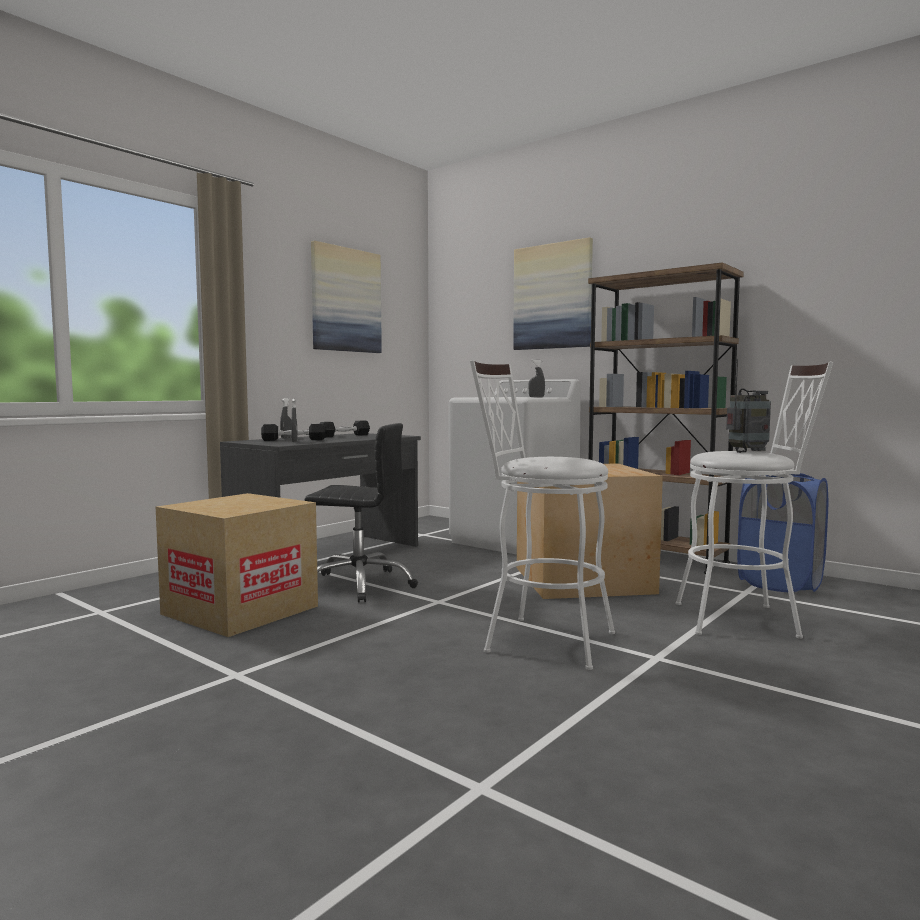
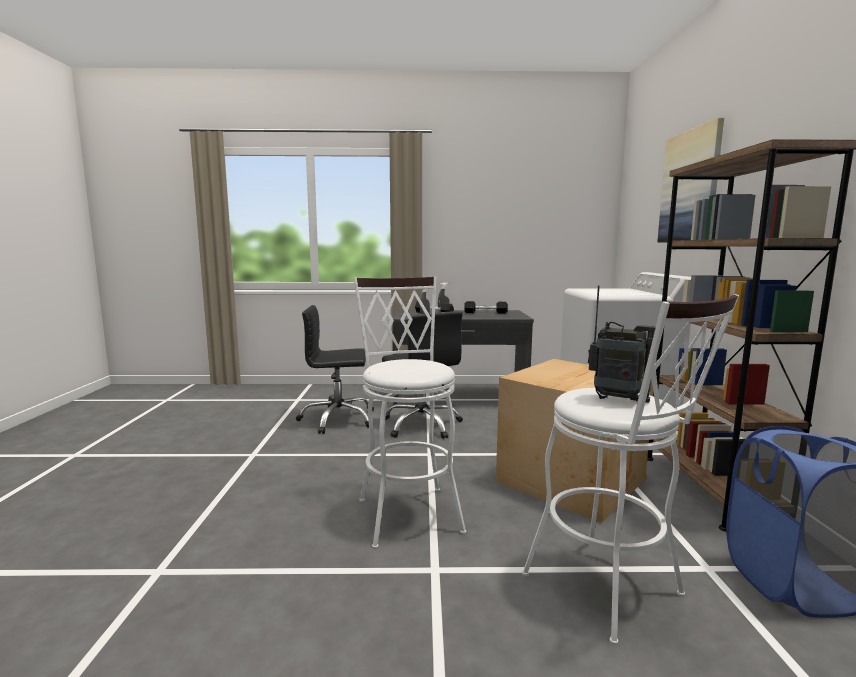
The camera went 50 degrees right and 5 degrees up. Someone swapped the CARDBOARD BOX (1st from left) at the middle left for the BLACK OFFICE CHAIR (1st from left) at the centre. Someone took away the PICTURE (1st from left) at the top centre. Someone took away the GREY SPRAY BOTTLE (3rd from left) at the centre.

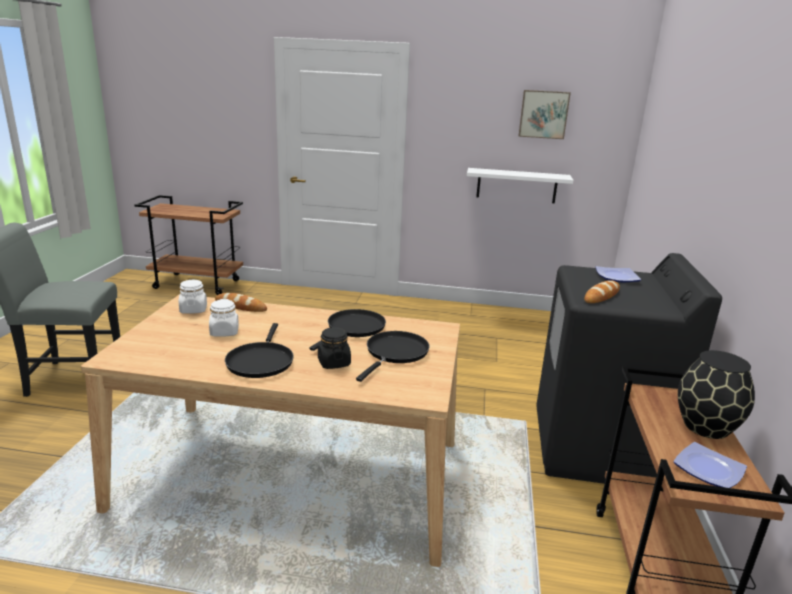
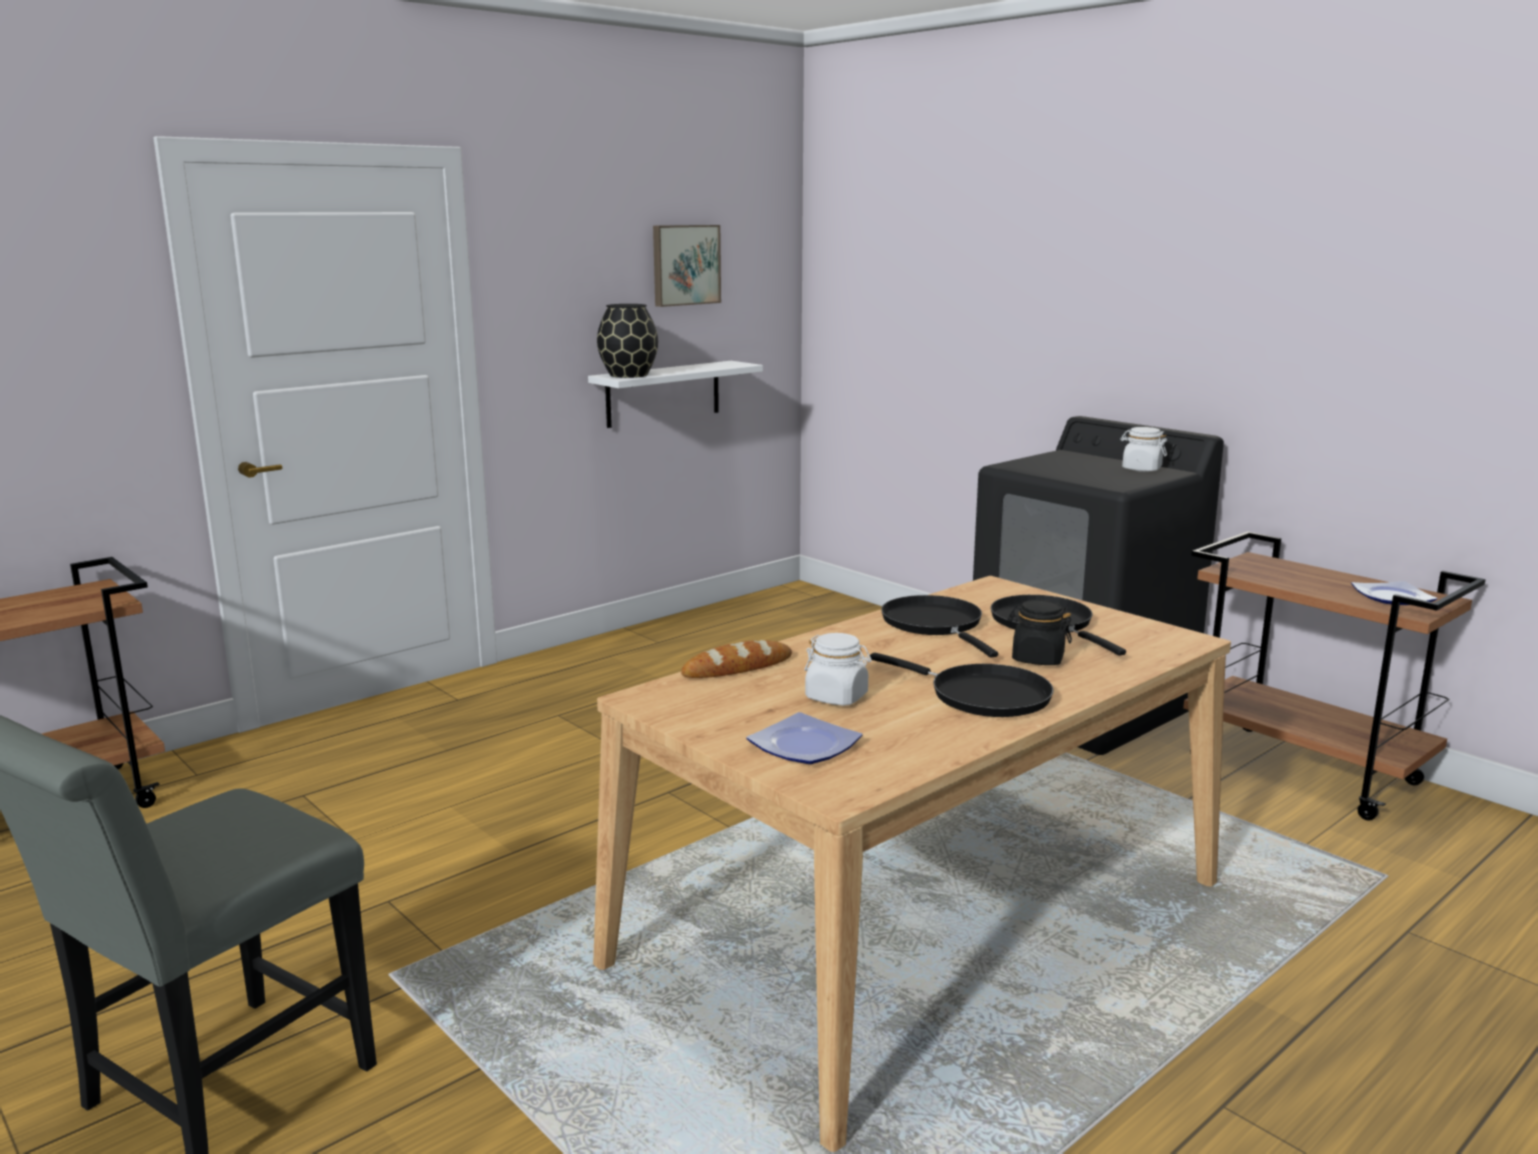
The camera went 50 degrees left and 5 degrees down. Someone carried the BLACK VASE from the middle right to the top centre. Someone carried the PLATE (1st from left) from the middle right to the centre. Someone carried the WHITE JAR (1st from left in the first image) from the middle left to the middle right. Someone took away the BREAD (2nd from left) at the middle right.

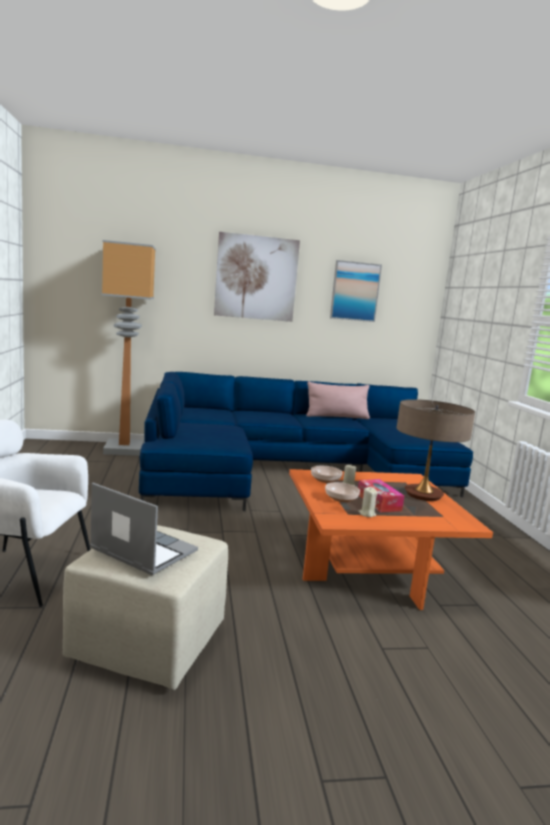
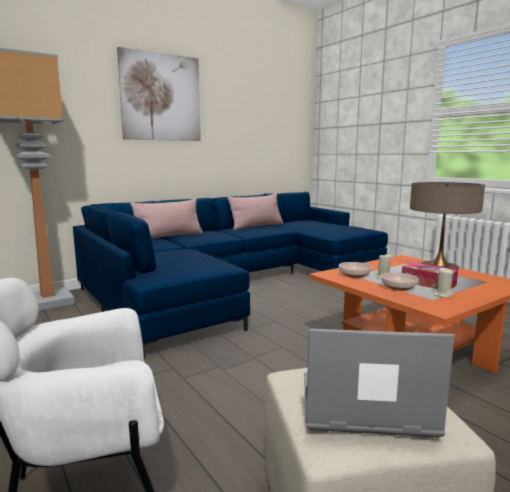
The camera went 25 degrees left and 0 degrees up. Someone put down the PINK PILLOW (1st from left) at the middle left. Someone took away the PICTURE (2nd from left) at the centre.

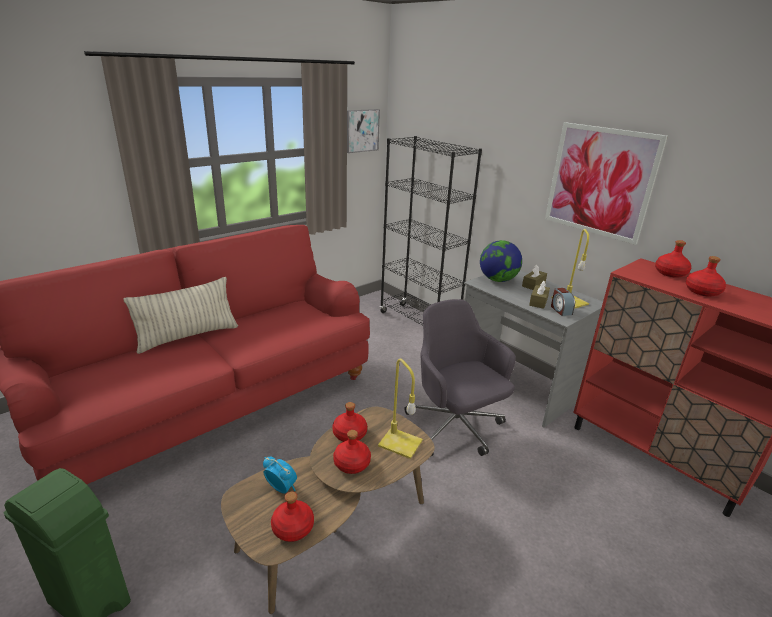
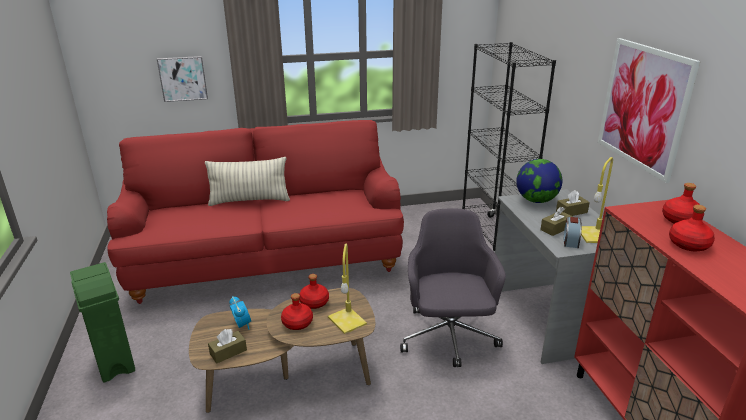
The camera went 30 degrees right and 0 degrees up. Someone carried the PICTURE (1st from left) from the top centre to the top left. Someone swapped the RED BOTTLE (1st from left) at the bottom centre for the BROWN TISSUE BOX (1st from left) at the bottom left.

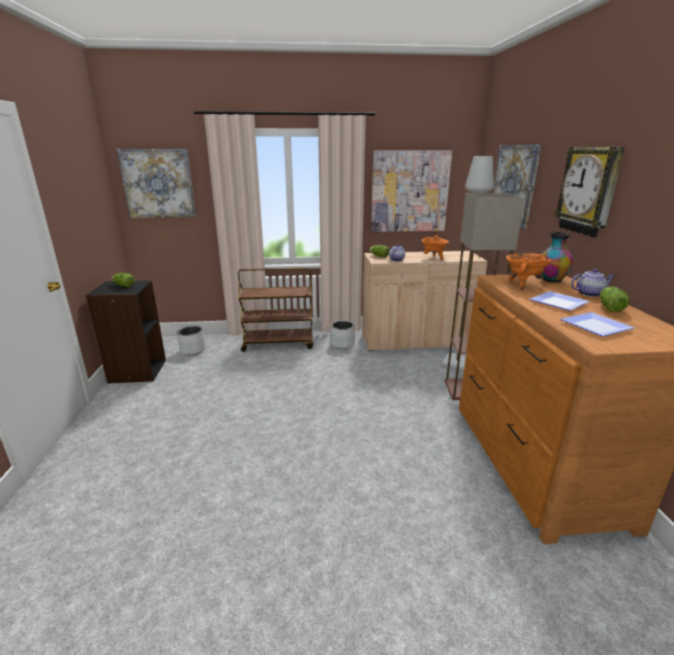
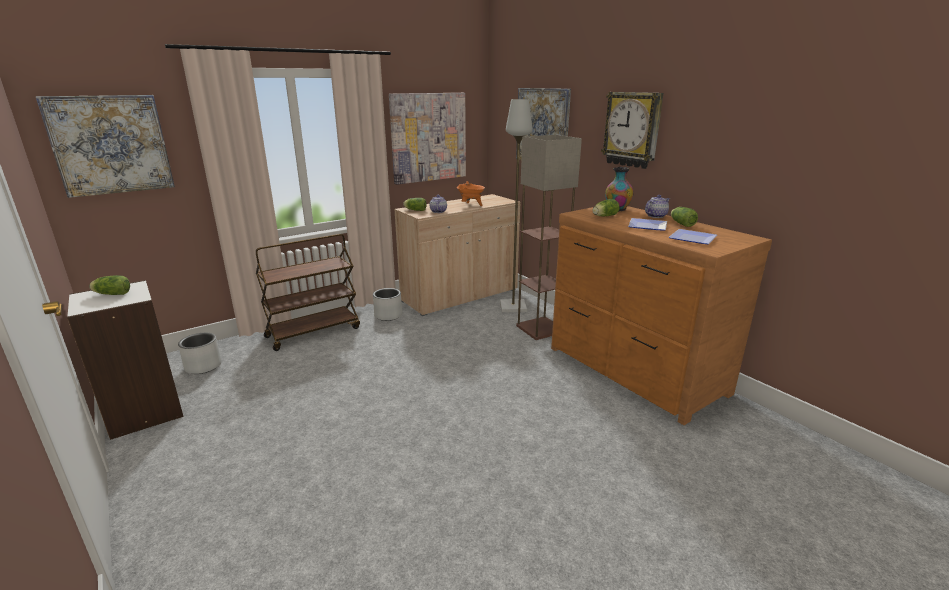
The camera went 30 degrees left and 0 degrees up. Someone repainted the BLACK BOOKCASE at the middle left, which became the WHITE BOOKCASE at the middle left. Someone swapped the ORANGE COOKING POT (2nd from left) at the middle right for the LETTUCE (3rd from left) at the centre.

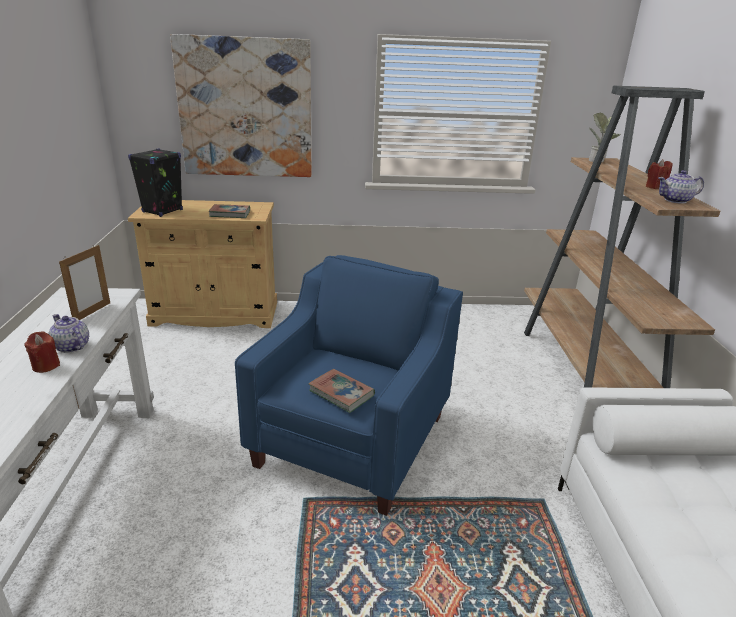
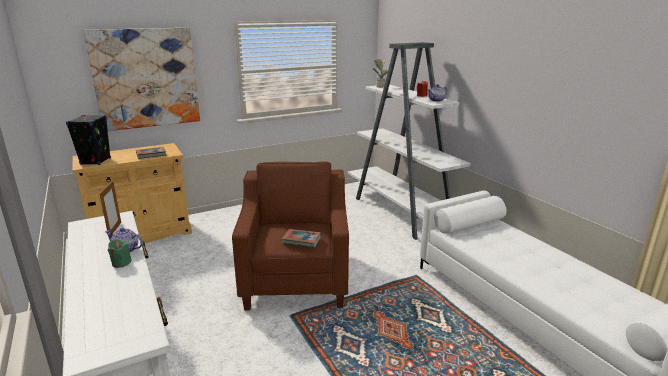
The camera went 25 degrees left and 5 degrees down. Someone repainted the RED CANDLE (1st from left) at the middle left, which became the GREEN CANDLE at the bottom left. Someone repainted the BLUE ARMCHAIR at the centre, which became the BROWN ARMCHAIR at the centre. Someone repainted the BROWN BOOKCASE at the middle right, which became the WHITE BOOKCASE at the centre.

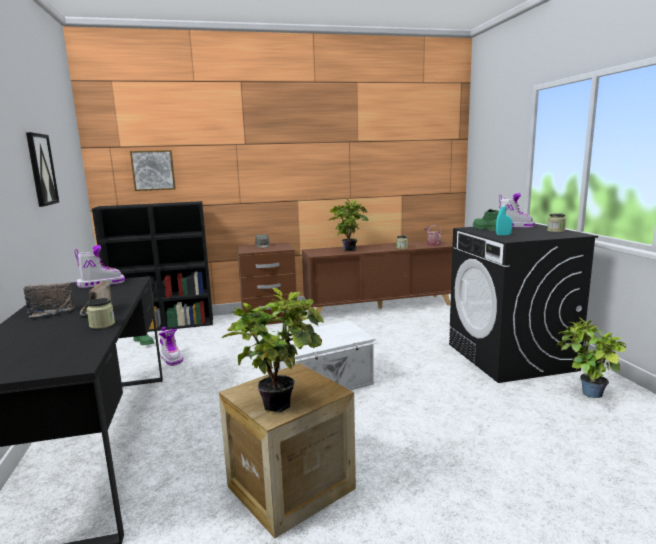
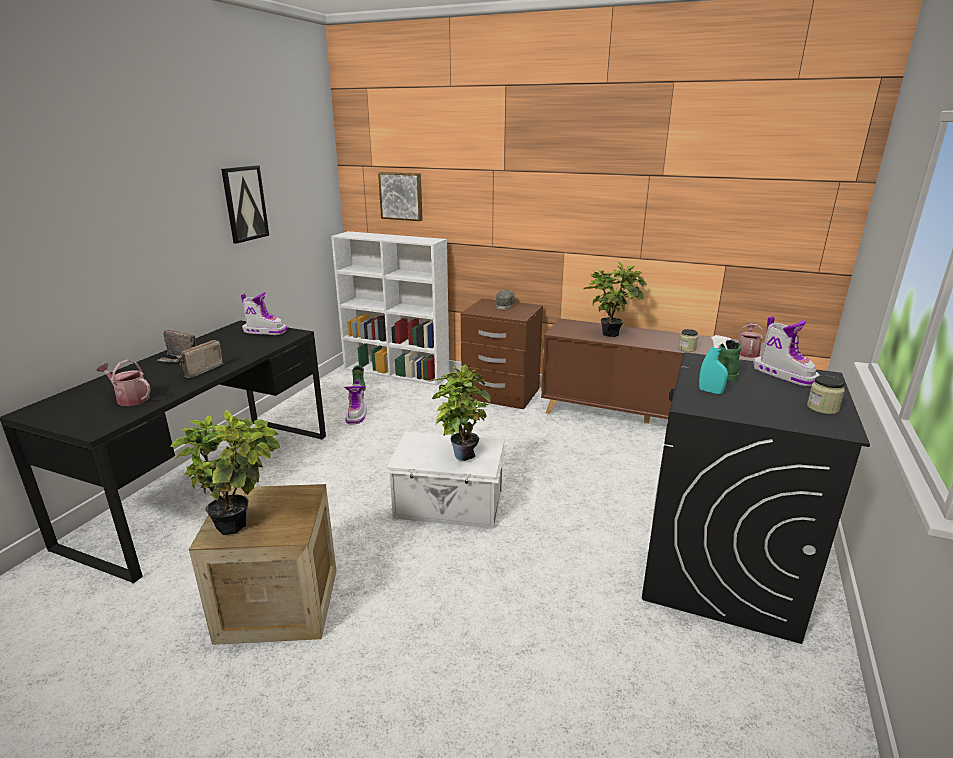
The camera went 35 degrees right and 10 degrees up. Someone put down the WATERING CAN (1st from left) at the middle left. Someone repainted the BLACK BOOKCASE at the middle left, which became the WHITE BOOKCASE at the centre. Someone carried the POTTED PLANT (3rd from left in the first image) from the middle right to the centre. Someone took away the JAR (1st from left) at the middle left.

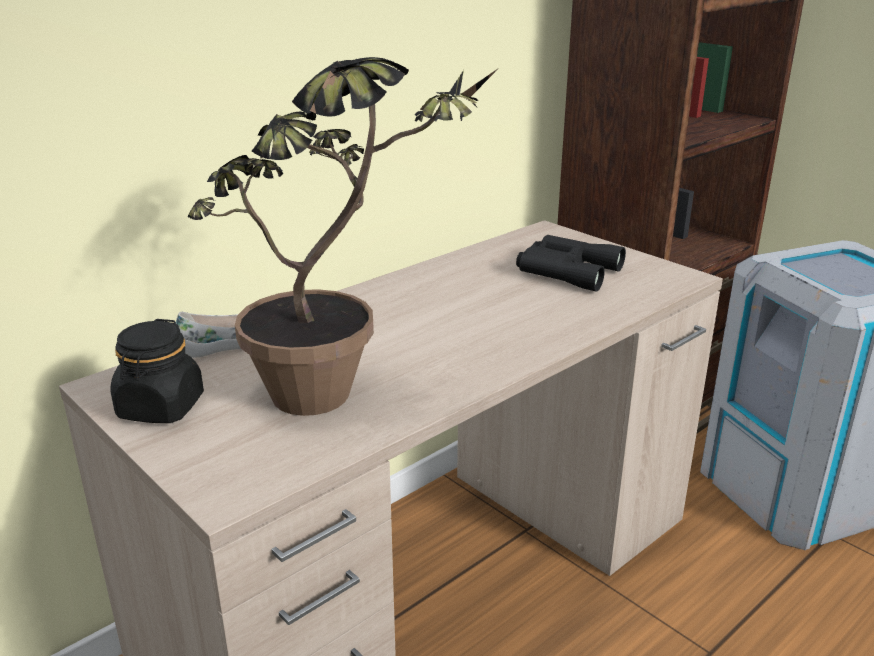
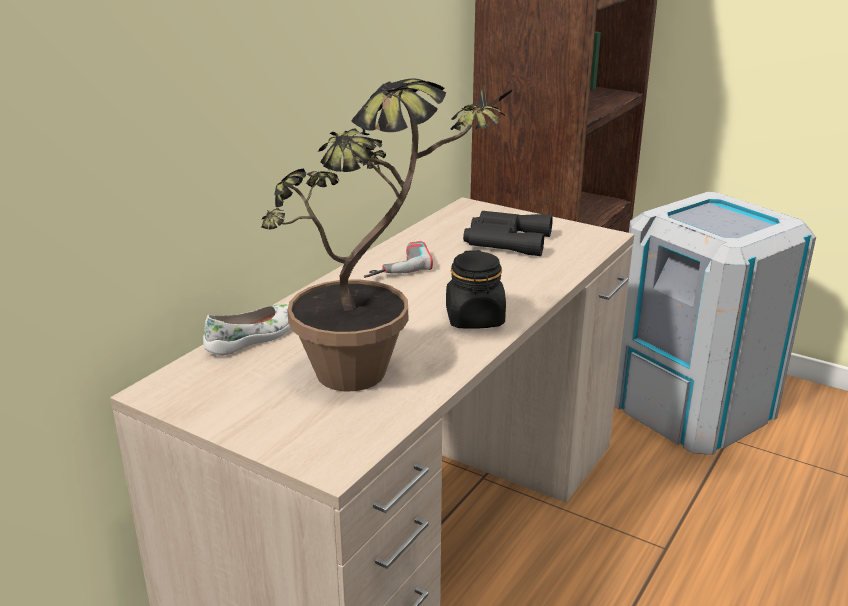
The camera went 15 degrees left and 0 degrees up. Someone put down the POWER DRILL at the centre. Someone carried the BLACK JAR from the middle left to the centre.

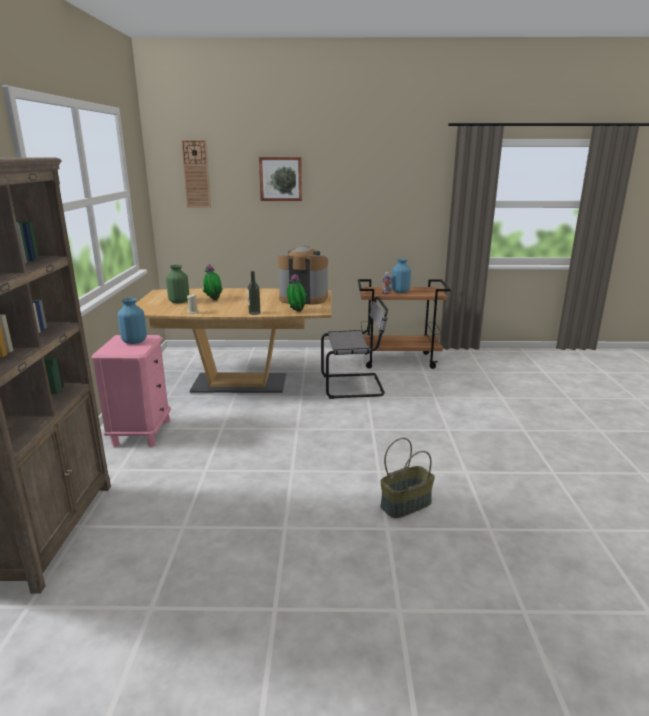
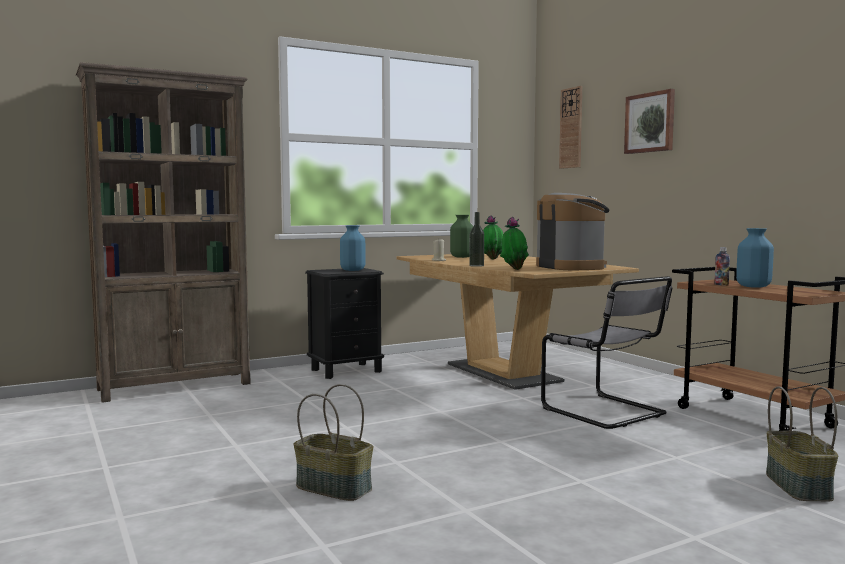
The camera went 60 degrees right and 15 degrees down. Someone repainted the PINK NIGHTSTAND at the middle left, which became the BLACK NIGHTSTAND at the centre. Someone put down the BASKET (2nd from left) at the bottom right.

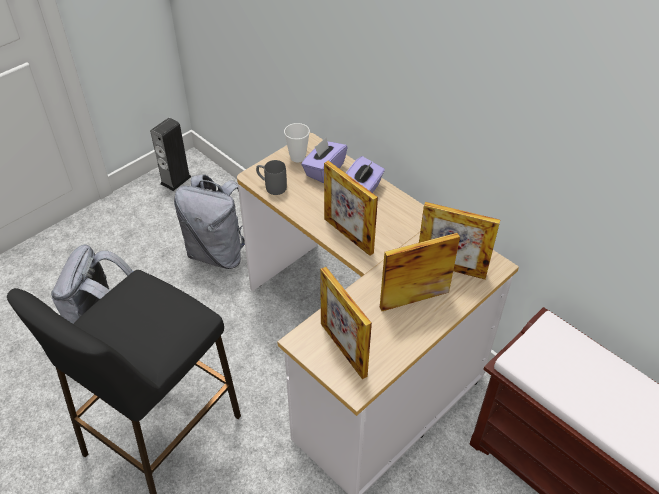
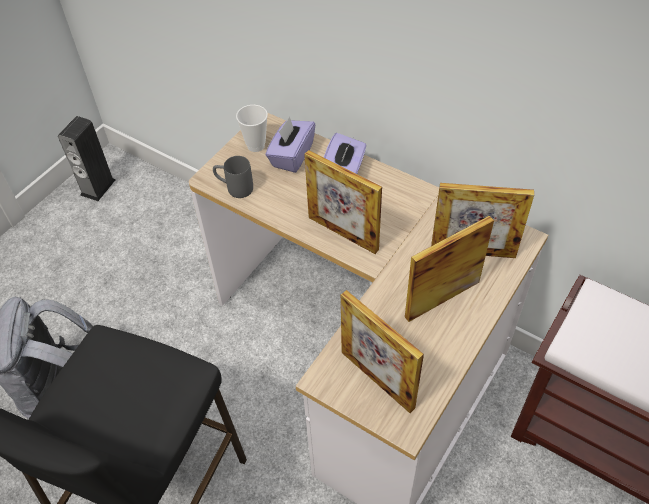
The camera went 10 degrees left and 5 degrees up. Someone took away the GREY BACKPACK (2nd from left) at the middle left.

